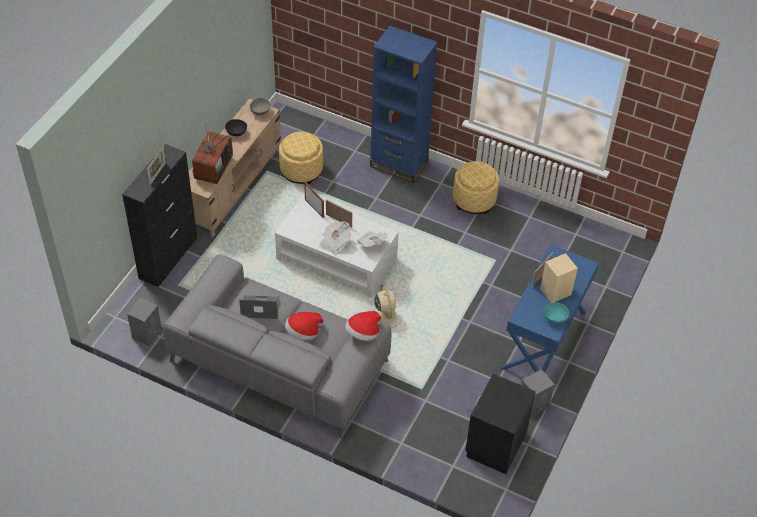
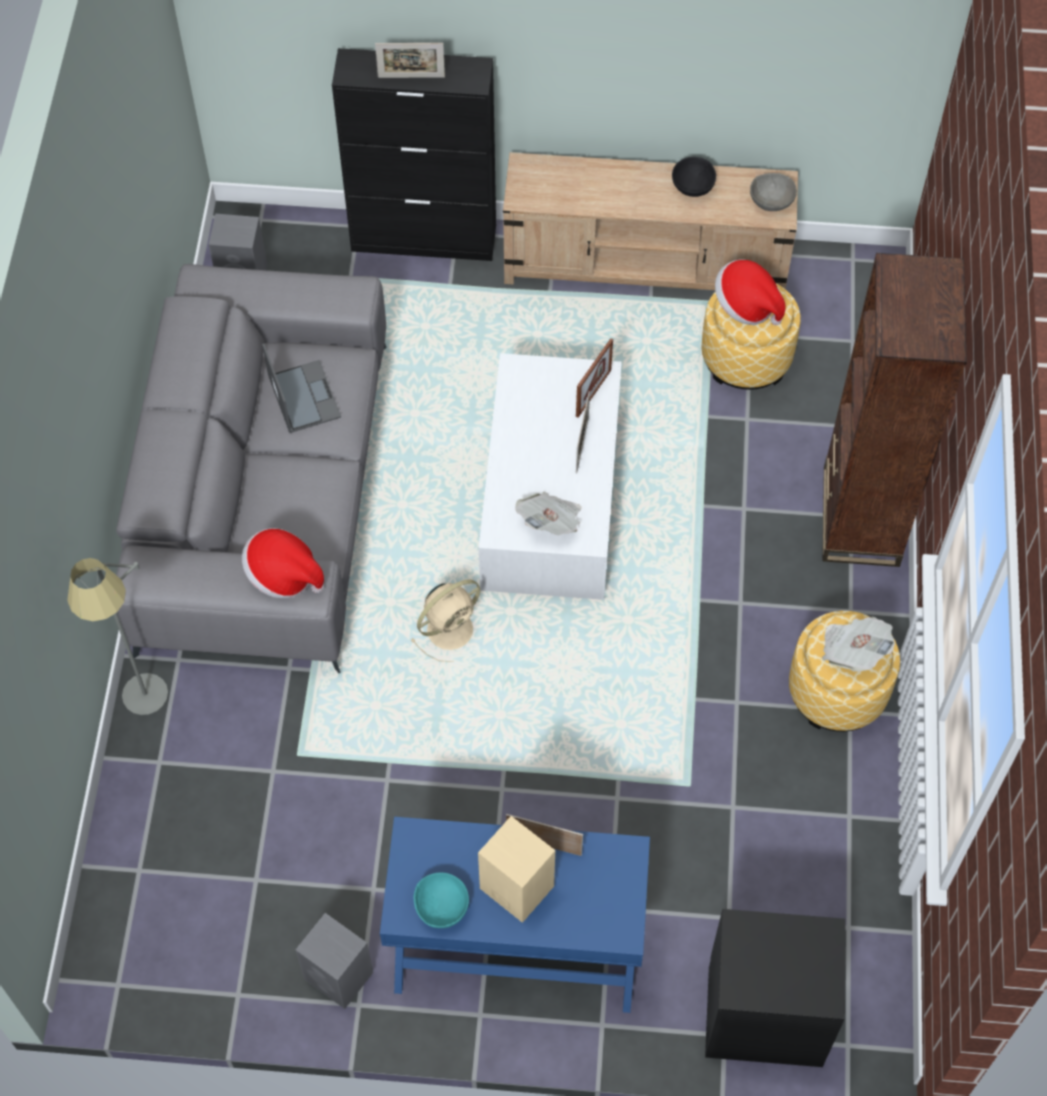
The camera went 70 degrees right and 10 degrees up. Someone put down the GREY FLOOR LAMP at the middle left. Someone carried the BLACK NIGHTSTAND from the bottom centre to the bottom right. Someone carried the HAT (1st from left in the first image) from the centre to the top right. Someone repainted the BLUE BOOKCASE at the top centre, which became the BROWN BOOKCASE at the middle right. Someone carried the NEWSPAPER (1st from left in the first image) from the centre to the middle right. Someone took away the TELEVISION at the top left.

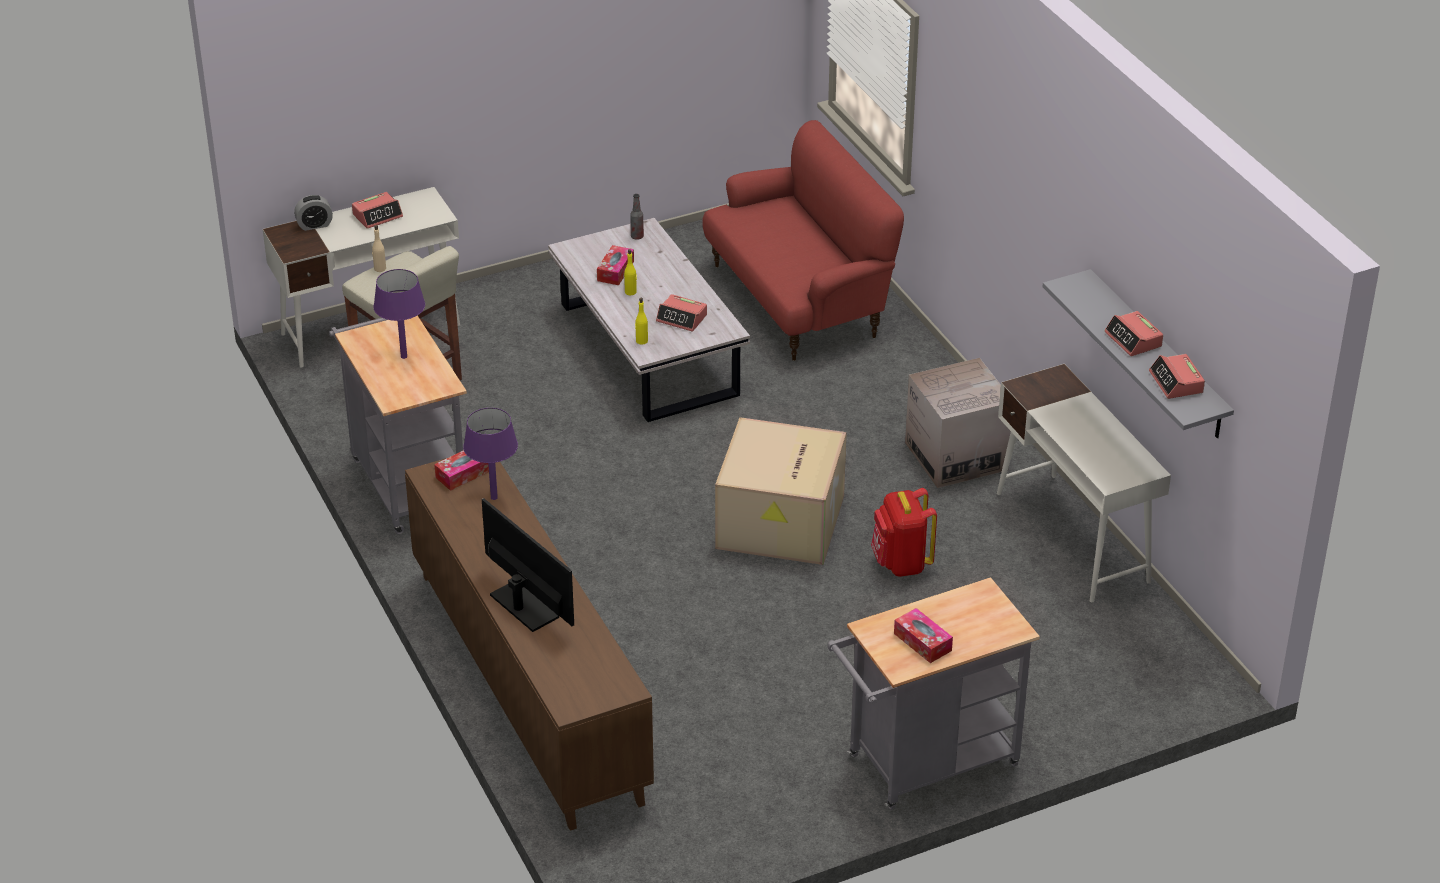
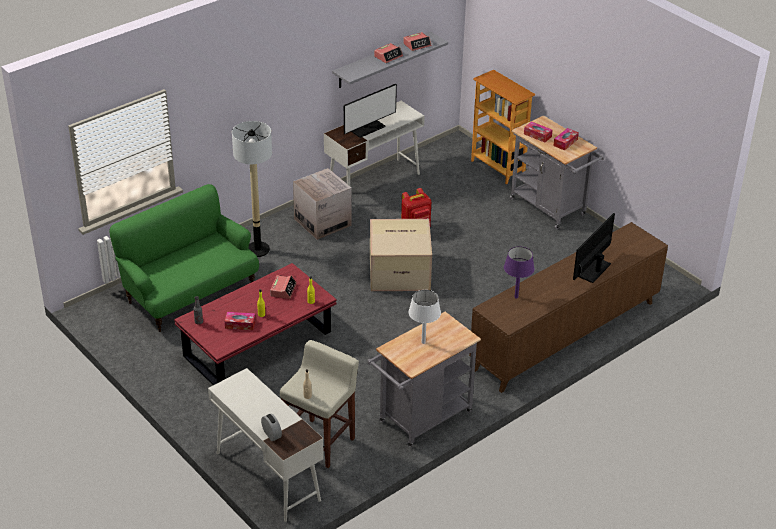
The camera went 105 degrees left and 0 degrees up. Someone repainted the RED SOFA at the top centre, which became the GREEN SOFA at the middle left. Someone repainted the WHITE COFFEE TABLE at the centre, which became the RED COFFEE TABLE at the middle left. Someone put down the FLOOR LAMP at the middle left. Someone put down the MONITOR (1st from left) at the top centre. Someone repainted the PURPLE TABLE LAMP (1st from left) at the middle left, which became the WHITE TABLE LAMP at the centre. Someone put down the BOOKCASE at the top centre. Someone carried the TISSUE BOX (1st from left in the first image) from the middle left to the top right. Someone took away the ALARM CLOCK (2nd from left) at the top left.

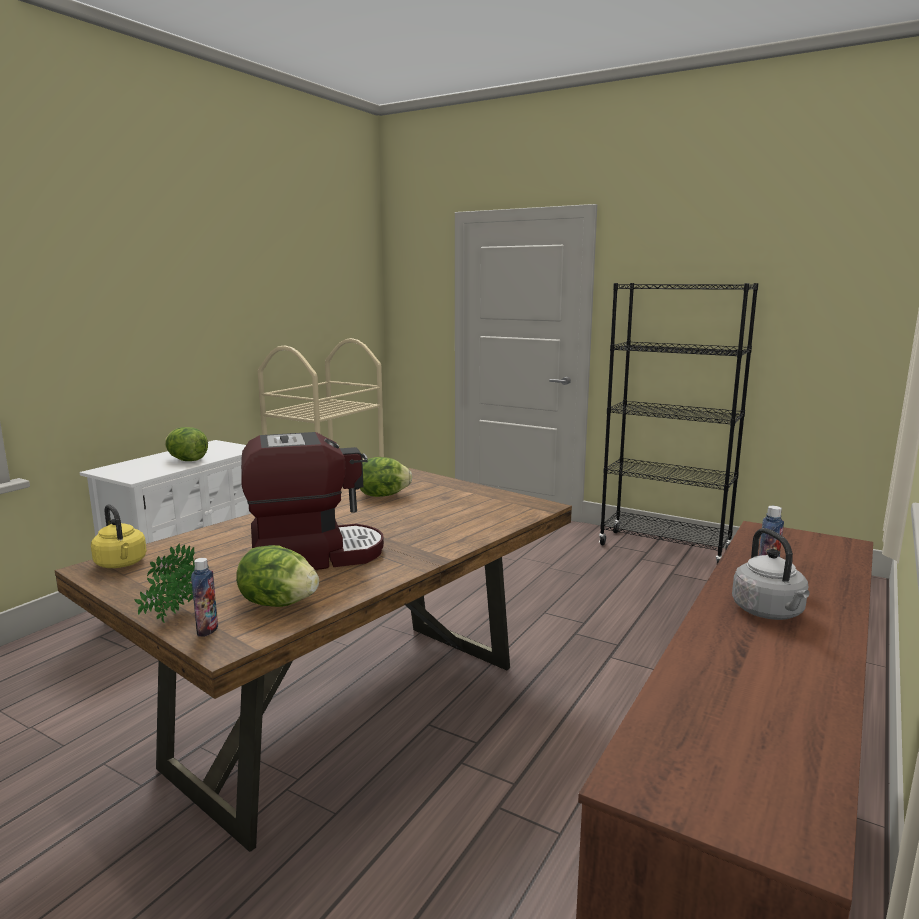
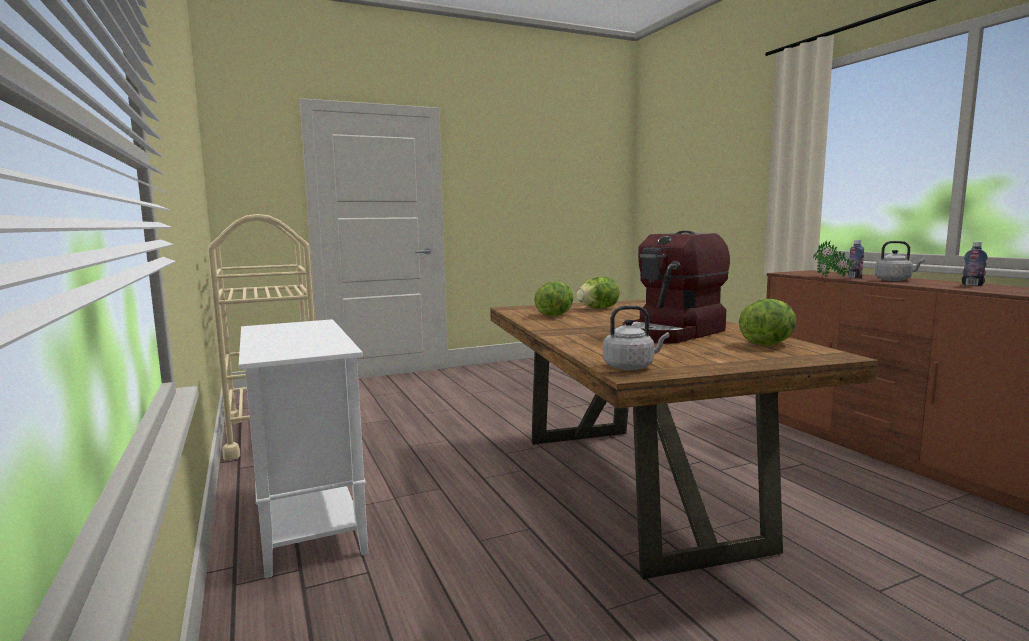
The camera went 55 degrees left and 5 degrees down. Someone carried the LETTUCE (1st from left in the first image) from the middle left to the centre. Someone repainted the YELLOW KETTLE at the middle left, which became the GREY KETTLE (1st from left) at the centre. Someone rotated the COFFEE MACHINE at the centre by 150 degrees counterclockwise. Someone carried the POTTED PLANT from the middle left to the middle right. Someone carried the BOTTLE (1st from left in the first image) from the middle left to the middle right. Someone took away the BLACK BOOKCASE at the middle right.

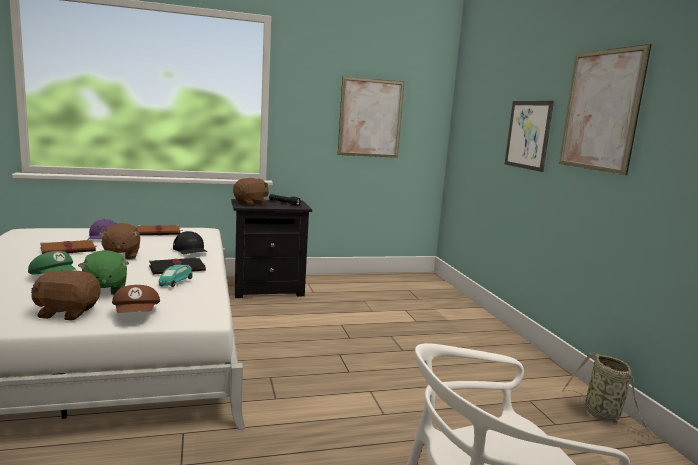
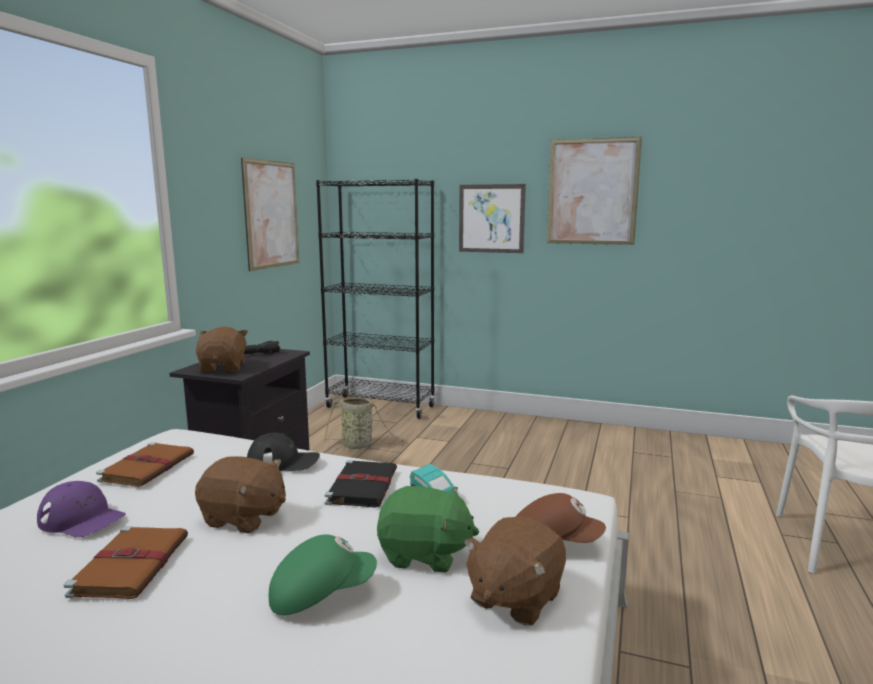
The camera went 55 degrees left and 0 degrees up. Someone put down the BLACK BOOKCASE at the centre. Someone carried the BASKET from the bottom right to the centre.

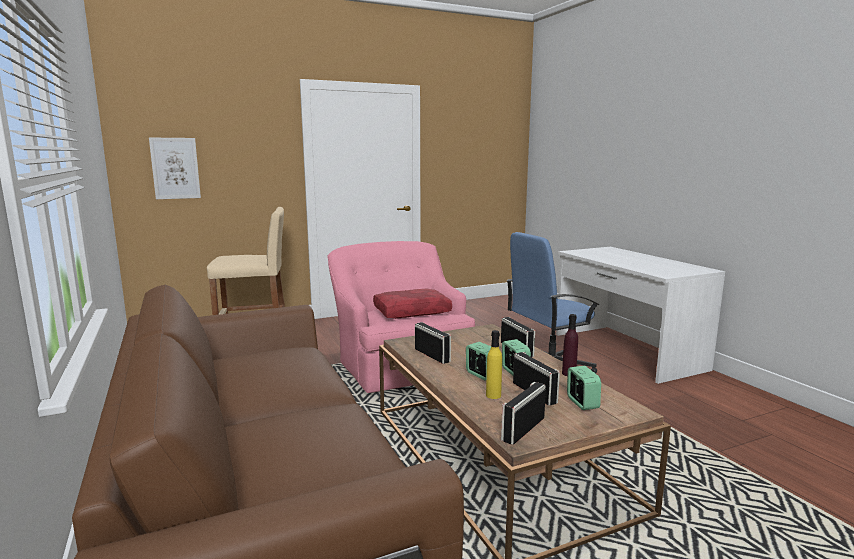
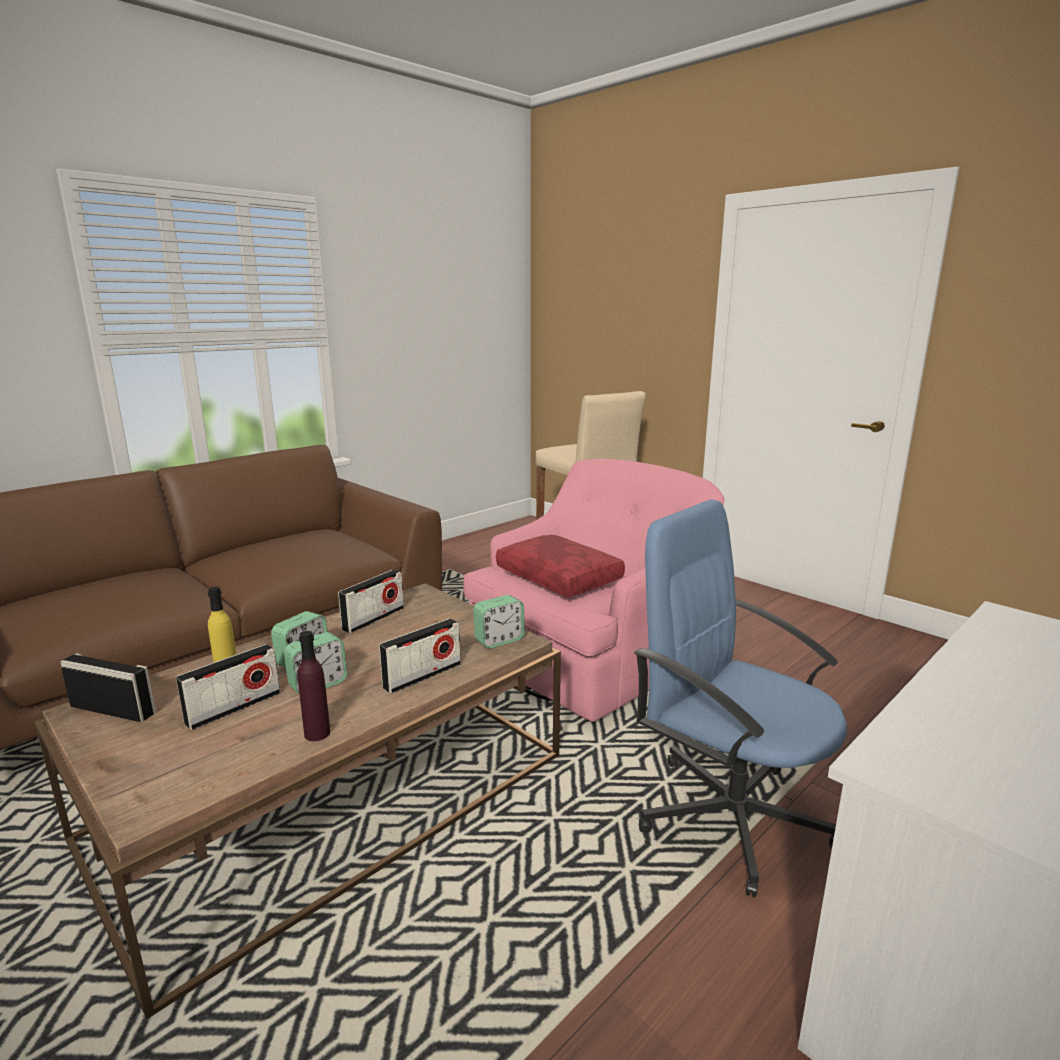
The camera went 70 degrees right and 5 degrees up. Someone carried the ALARM CLOCK (3rd from left) from the bottom right to the centre. Someone took away the PICTURE at the top left.

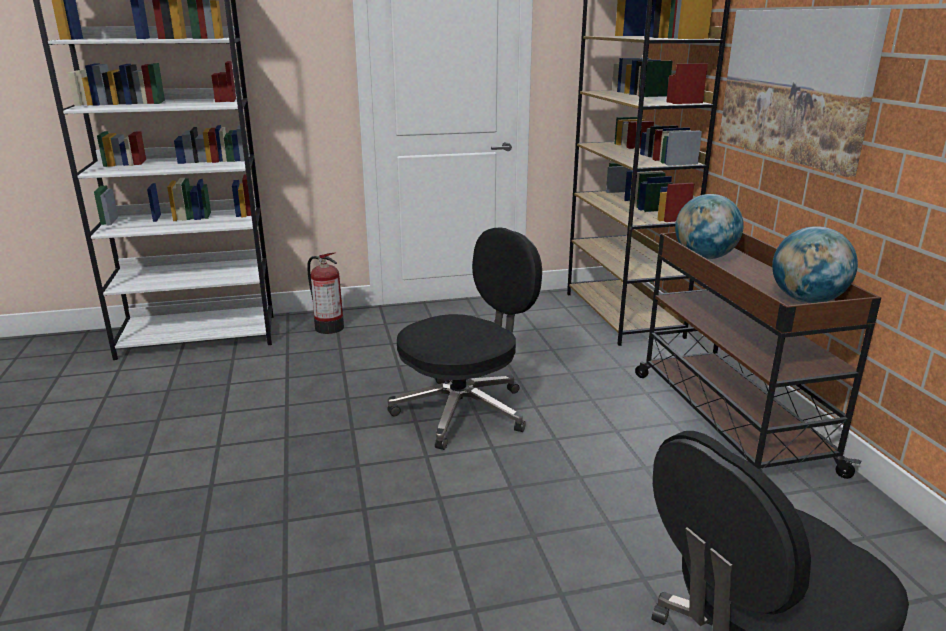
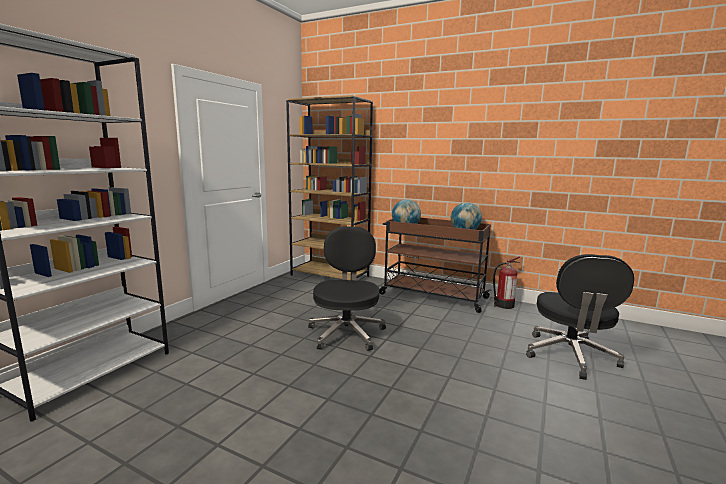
The camera went 50 degrees left and 10 degrees down. Someone carried the FIRE EXTINGUISHER from the centre to the middle right. Someone took away the PICTURE at the top right.

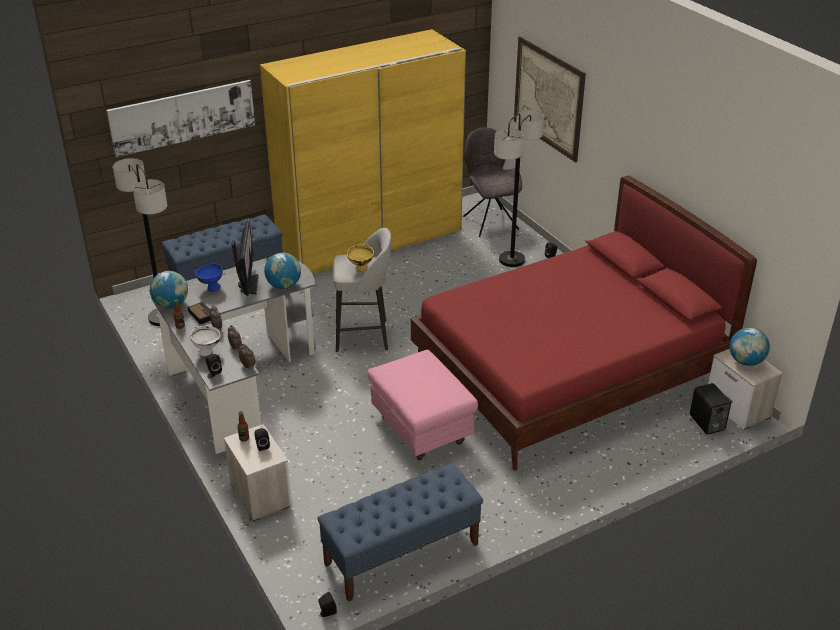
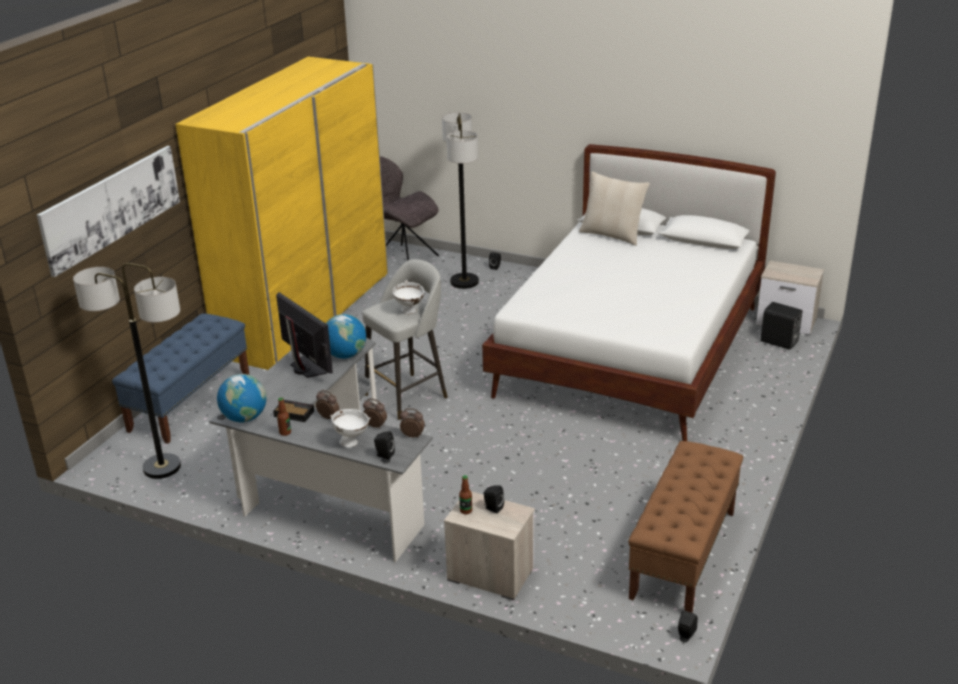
The camera went 35 degrees left and 5 degrees down. Someone repainted the YELLOW BOWL at the centre, which became the WHITE BOWL (2nd from left) at the centre. Someone repainted the RED BED at the middle right, which became the WHITE BED at the centre. Someone put down the BEIGE PILLOW at the top centre. Someone repainted the BLUE BENCH (2nd from left) at the bottom centre, which became the BROWN BENCH at the bottom right. Someone took away the BLUE BOWL at the middle left. Someone took away the PINK OTTOMAN at the centre. Someone took away the PICTURE (2nd from left) at the top centre. Someone took away the GLOBE (3rd from left) at the middle right.

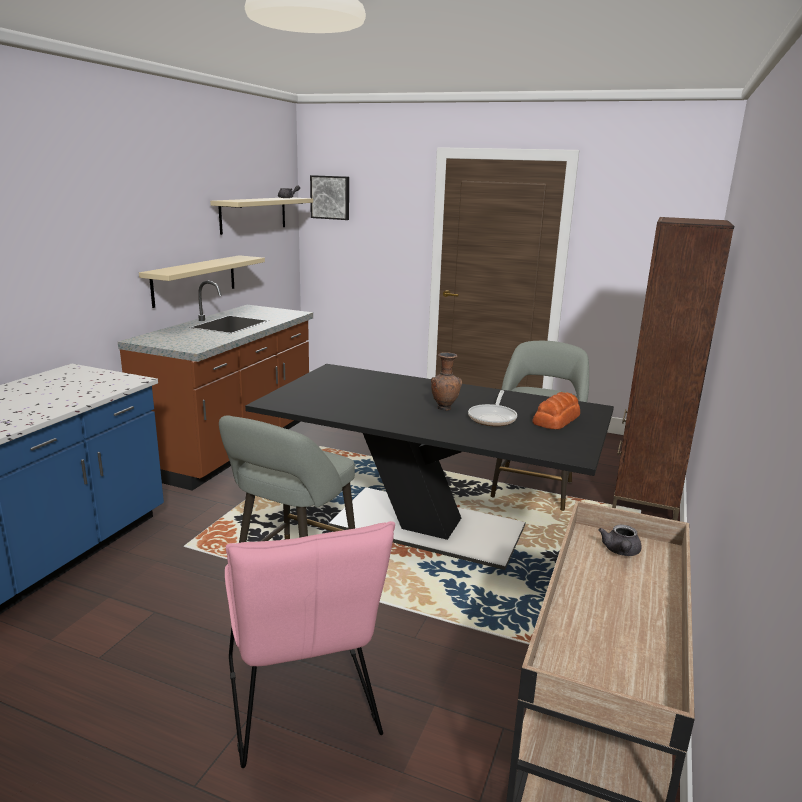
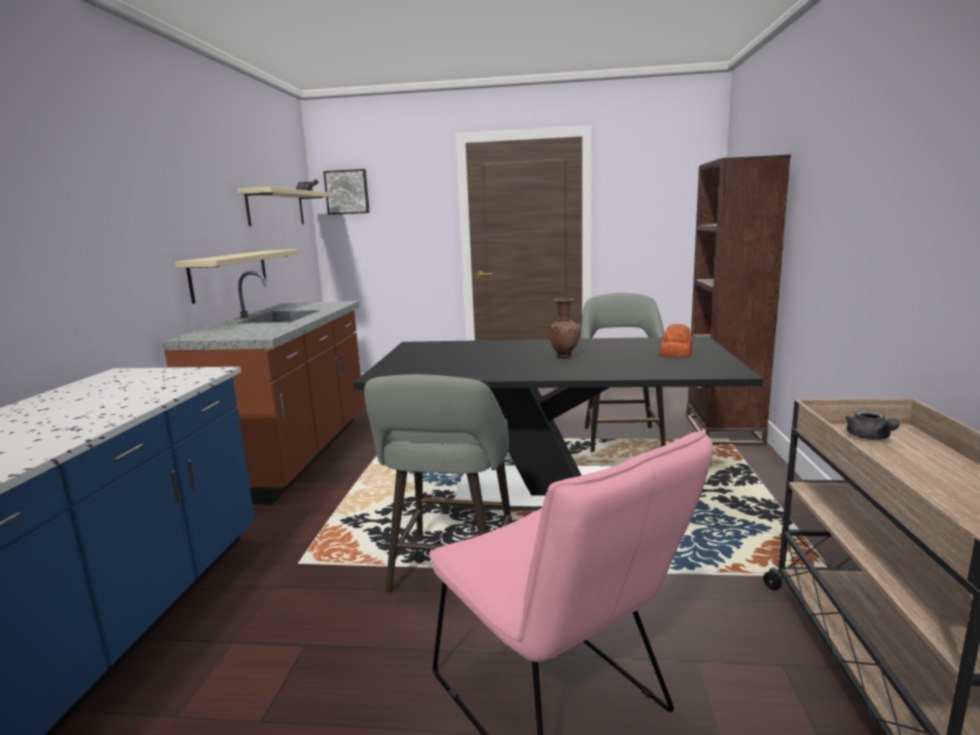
The camera went 15 degrees left and 5 degrees down. Someone took away the FRYING PAN at the centre.

